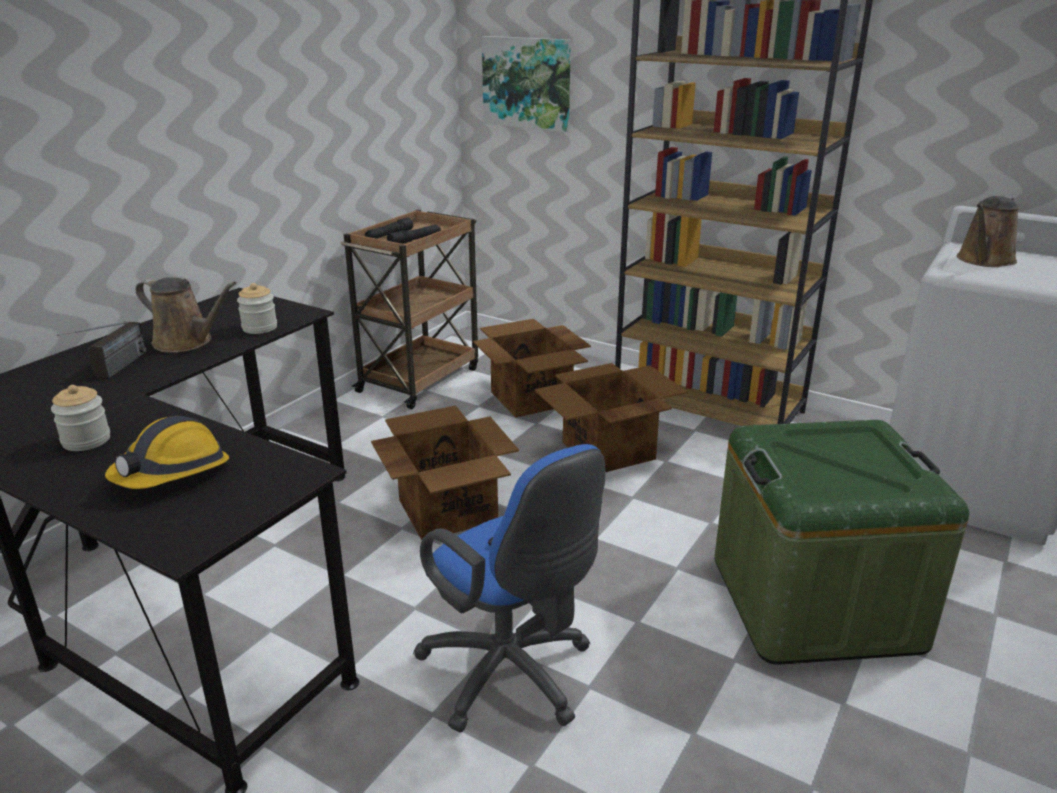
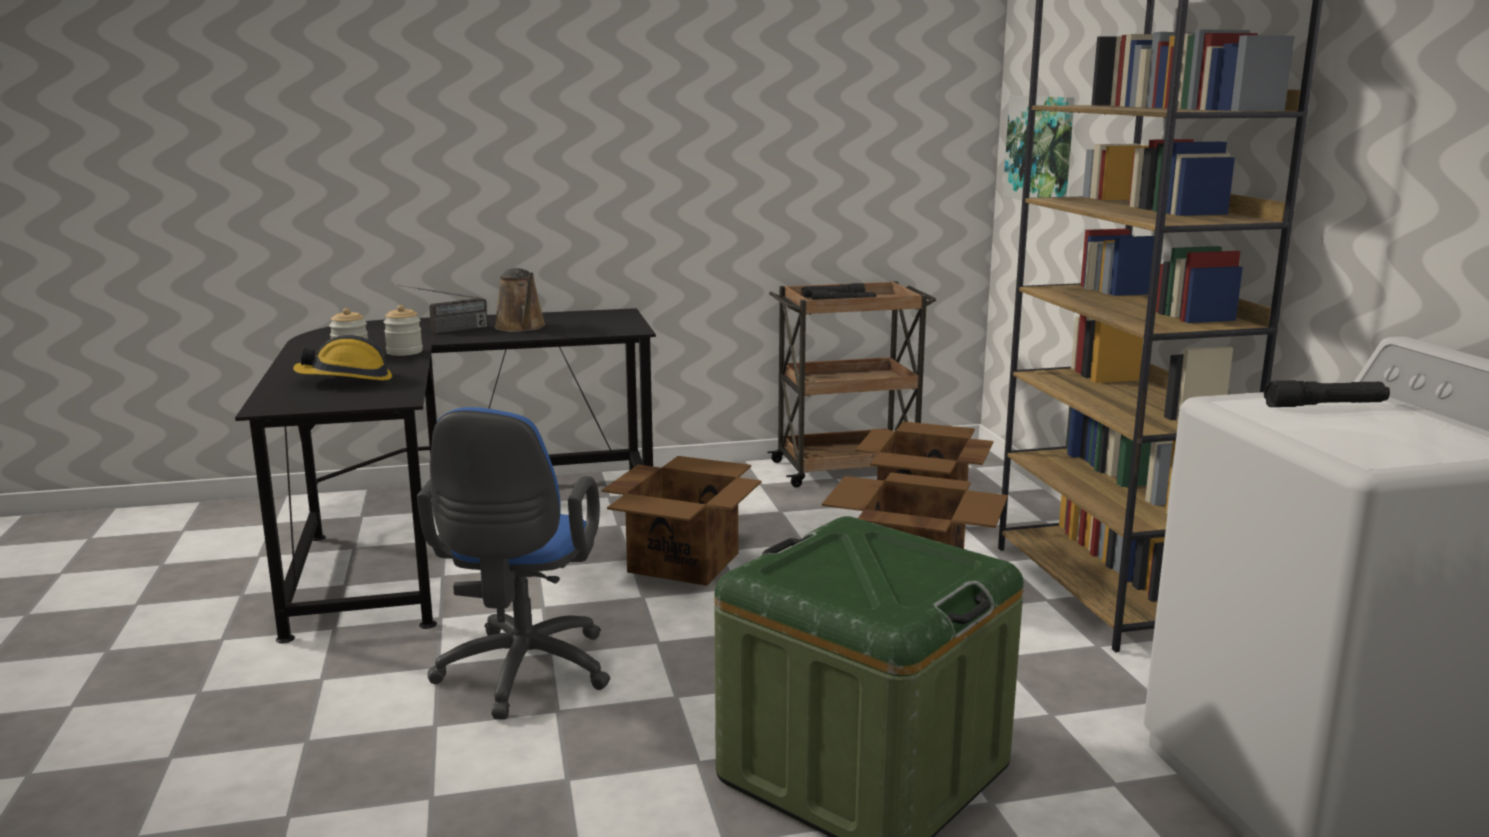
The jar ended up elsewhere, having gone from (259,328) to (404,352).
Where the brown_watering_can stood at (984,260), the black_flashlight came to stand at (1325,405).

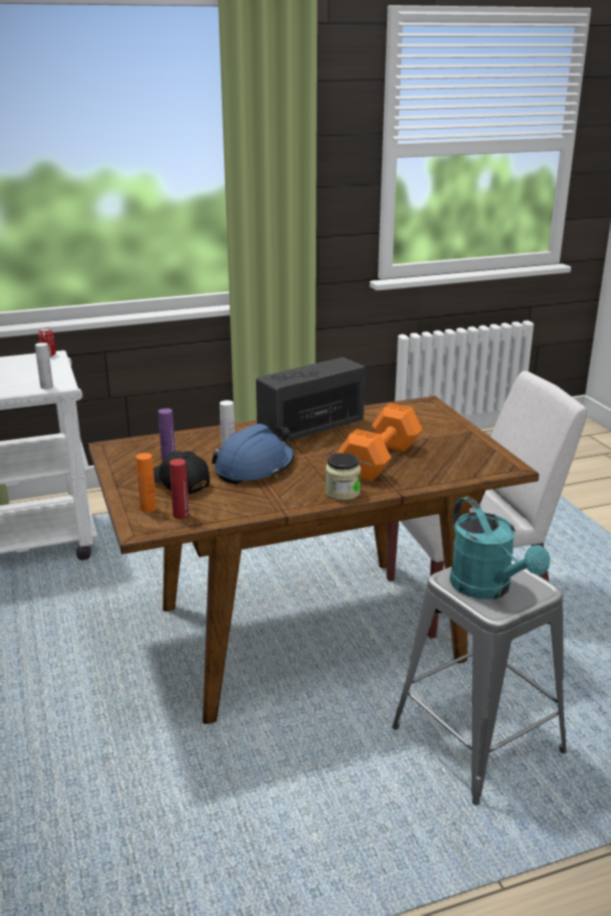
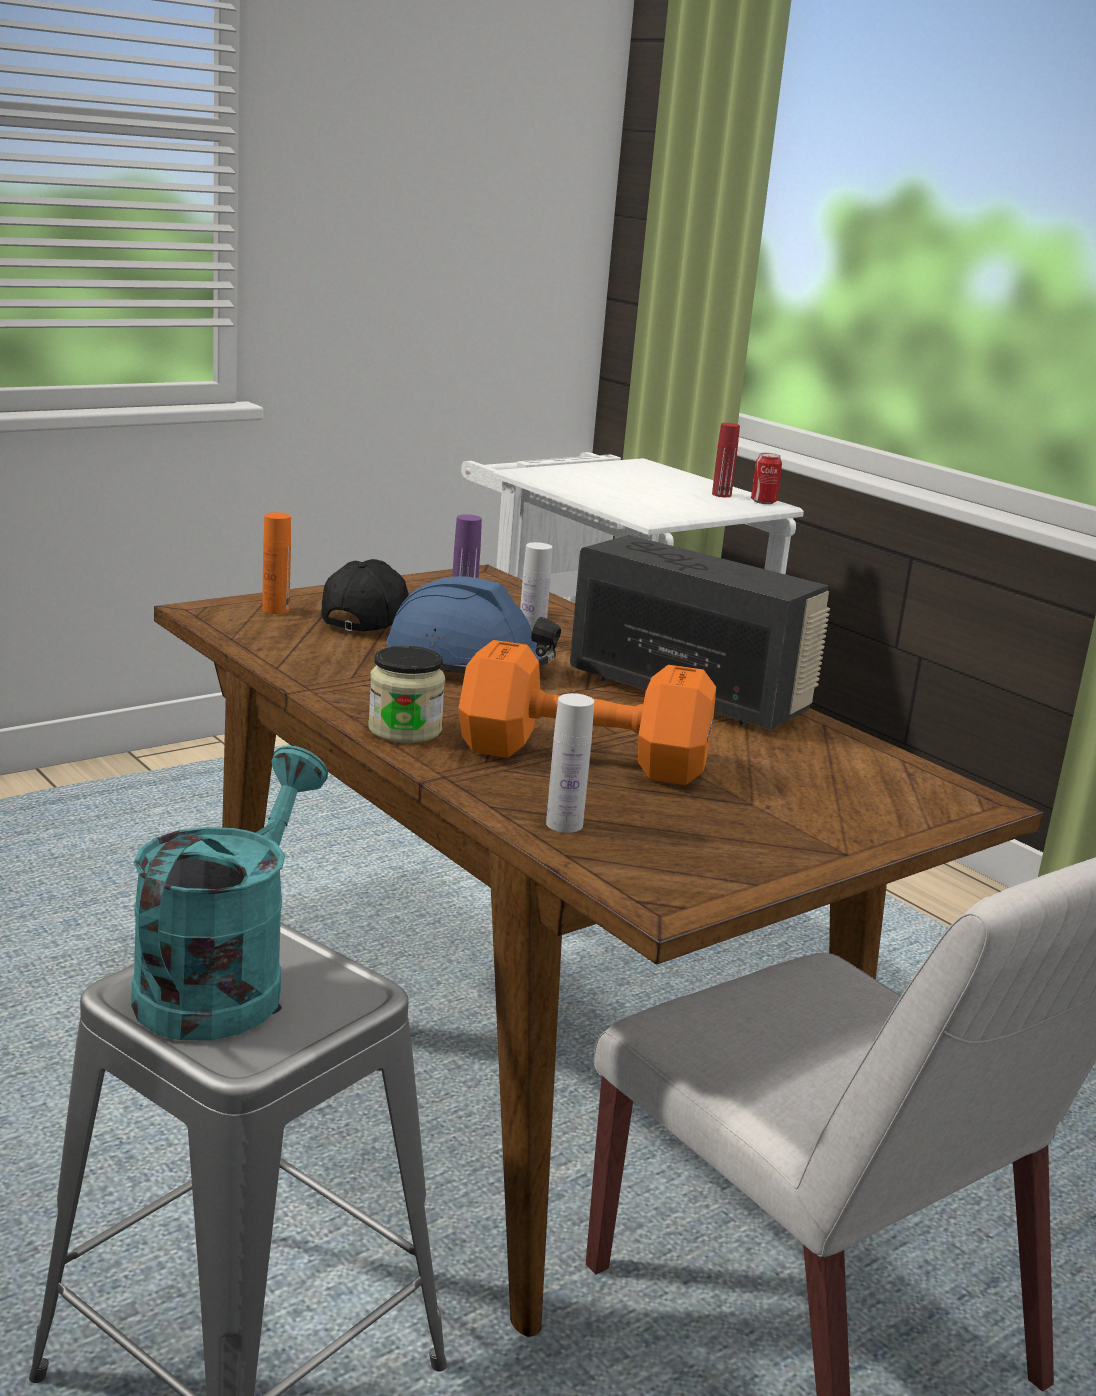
The white_bottle ended up elsewhere, having gone from (46,387) to (564,824).
The red_bottle ended up elsewhere, having gone from (181,514) to (721,495).
The turquoise_watering_can at (488,589) ended up facing another way, 150 degrees clockwise from before.

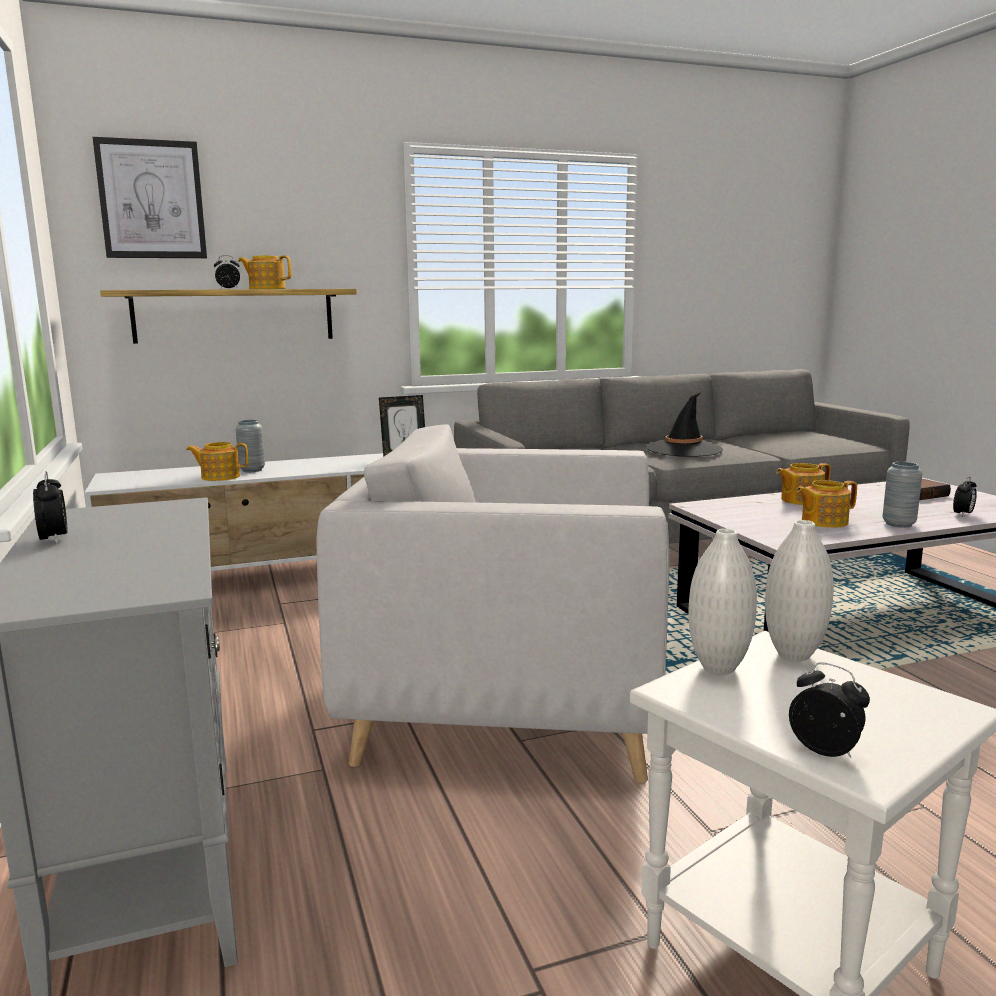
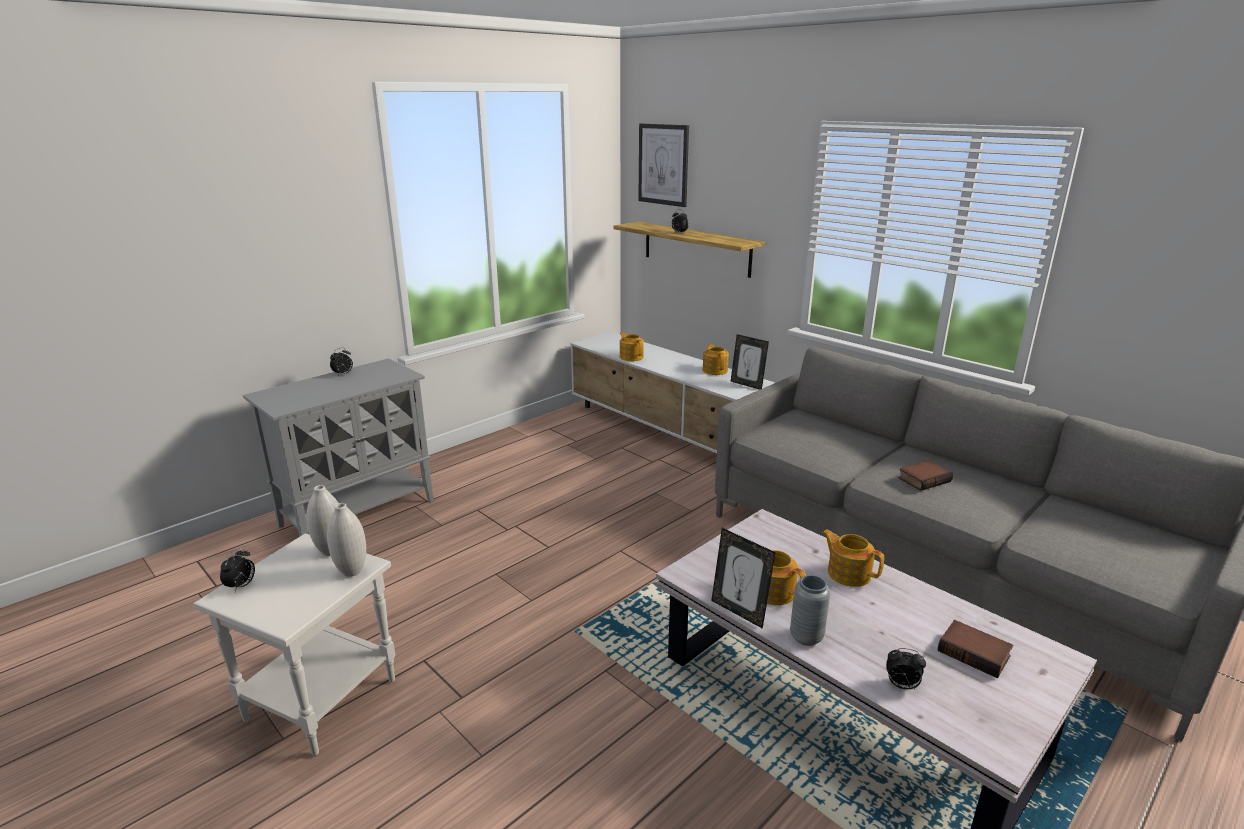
The second view lost the grey_vase at (252,470).
The second view lost the grey_armchair at (509,699).
The second view gained the picture_frame at (739,611).
The teapot ended up elsewhere, having gone from (266,289) to (715,370).
Where the black_hat stood at (683,449), the book came to stand at (923,479).

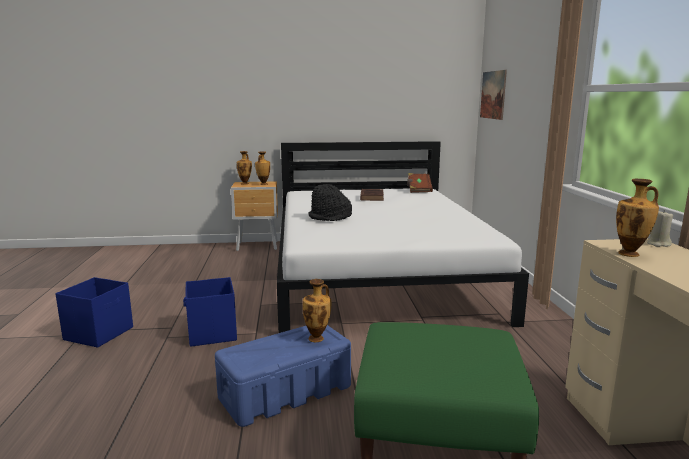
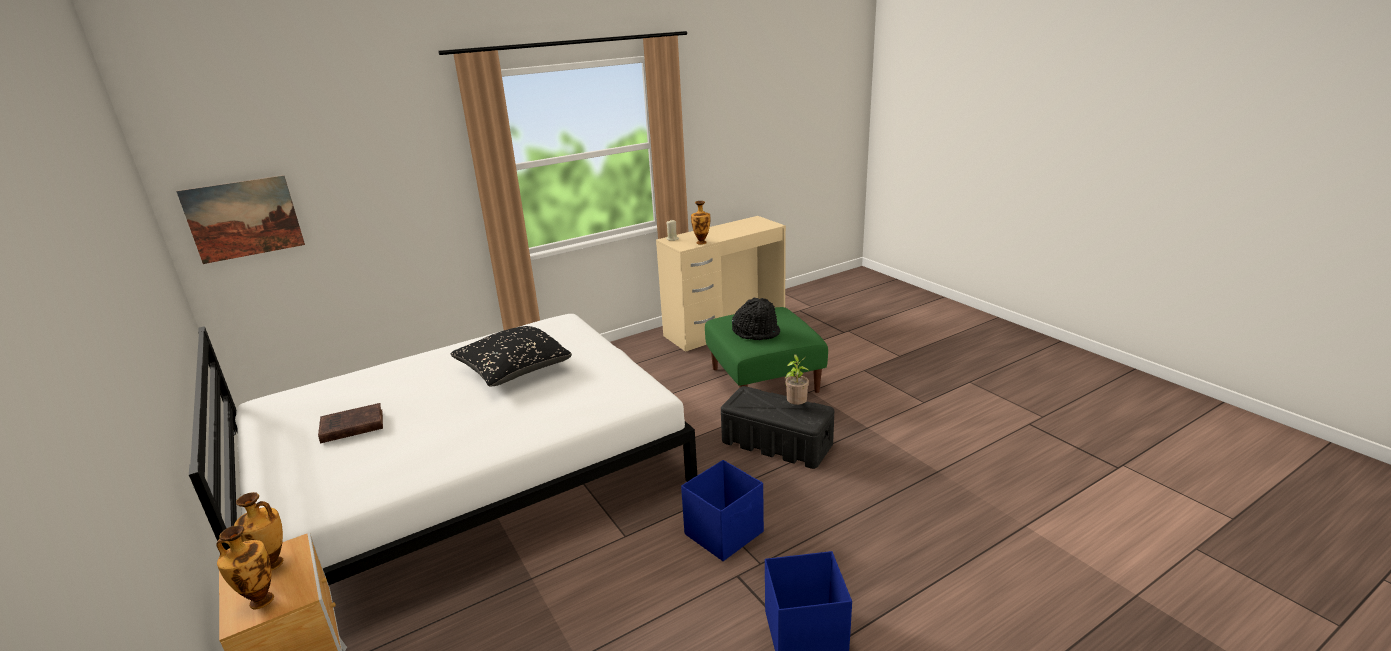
The second view lost the vase at (317,338).
The second view lost the brown_book at (418,190).
The second view gained the black_pillow at (513,370).
The second view gained the potted_plant at (796,406).
The black_hat ended up elsewhere, having gone from (330,217) to (756,332).
What was the blue_storage_box at (286,392) turned into the black_storage_box at (776,443).

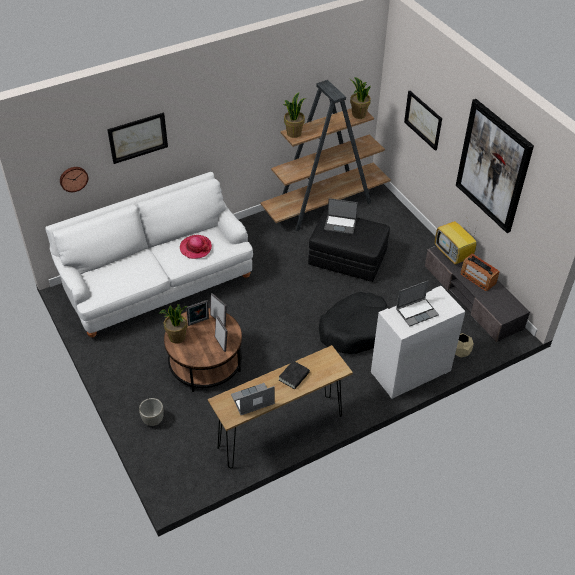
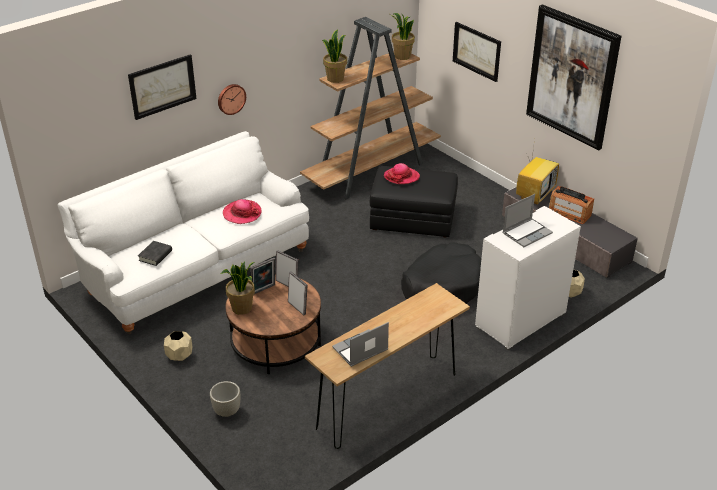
The second view gained the beige_planter at (179,355).
The wall_clock ended up elsewhere, having gone from (73,178) to (231,98).
The black_book ended up elsewhere, having gone from (294,376) to (155,256).
Where the laptop stood at (340,224), the hat came to stand at (401,177).
The television at (453,255) ended up facing another way, 105 degrees counterclockwise from before.

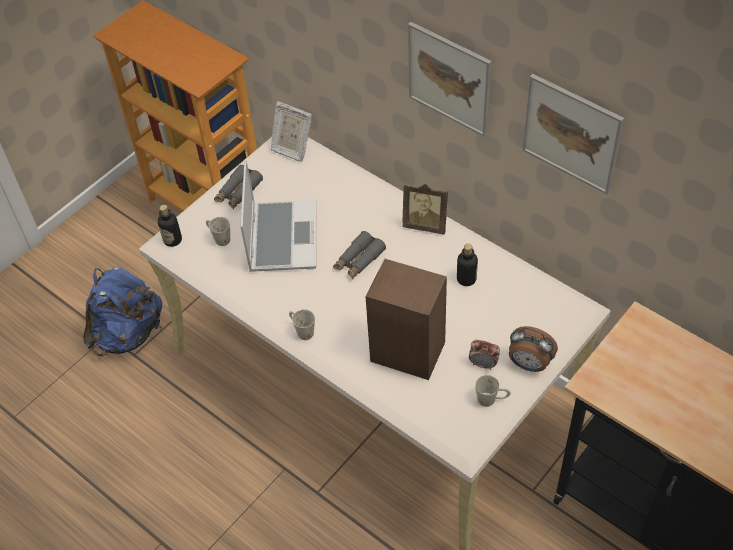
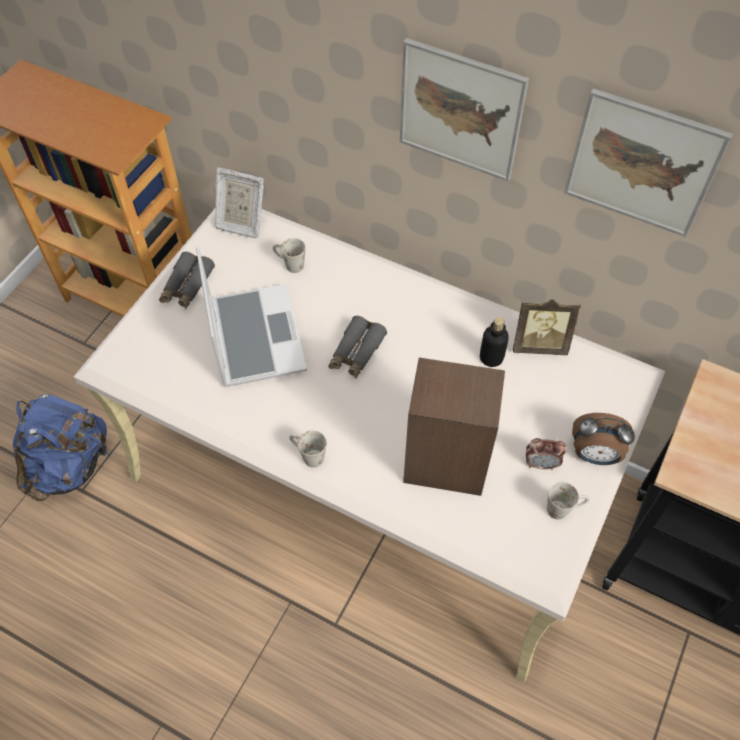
The second view lost the bottle at (172,240).
The white_mug ended up elsewhere, having gone from (219,238) to (289,264).
The picture_frame ended up elsewhere, having gone from (426,224) to (539,344).

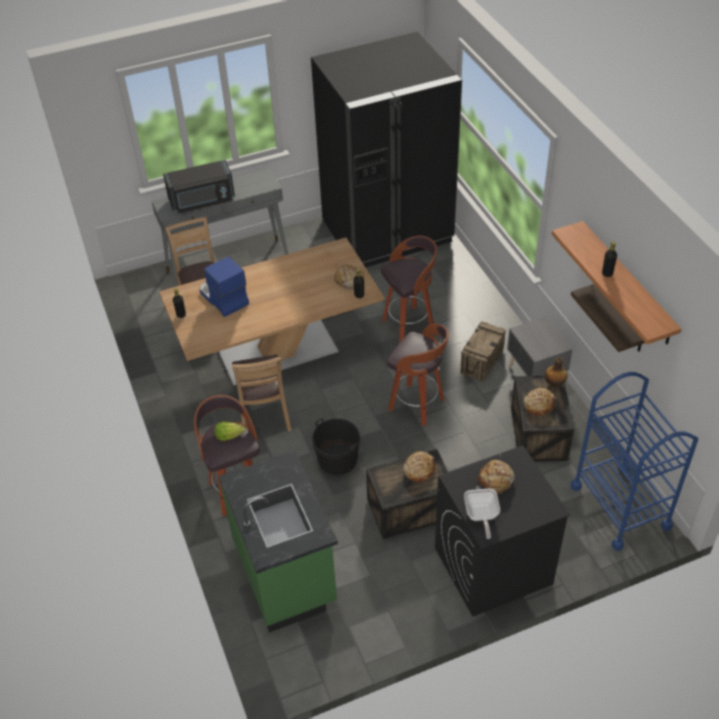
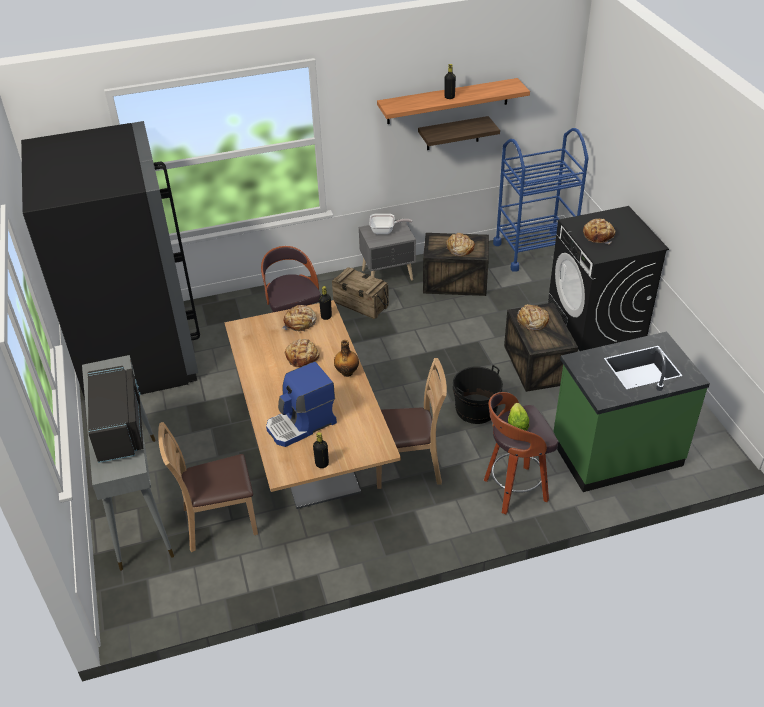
The second view lost the stool at (418,405).
The second view gained the bread at (303,358).
The frying_pan ended up elsewhere, having gone from (481,516) to (385,231).
The bottle ended up elsewhere, having gone from (554,384) to (347,372).

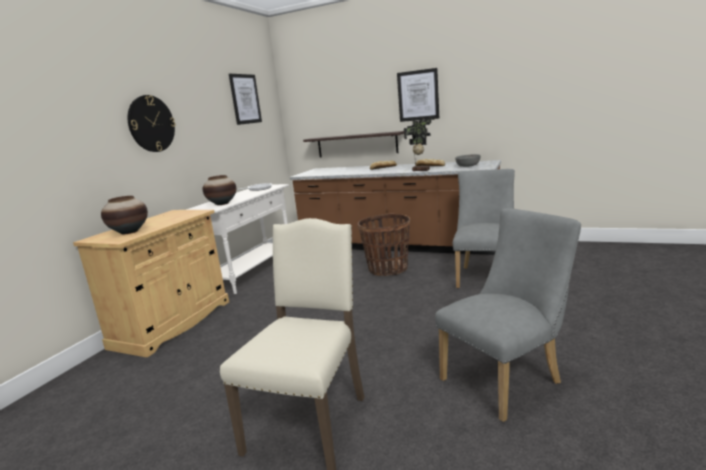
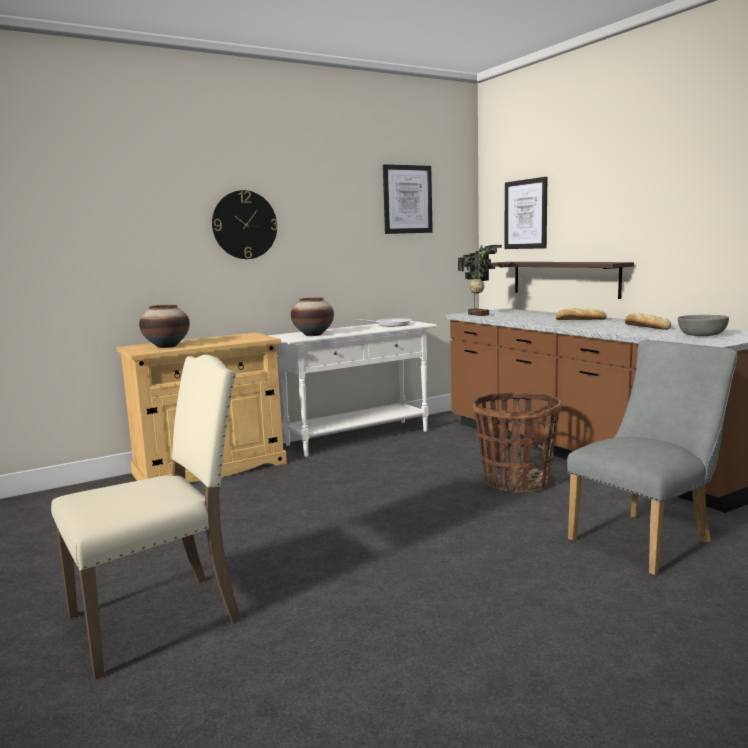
The second view lost the grey_chair at (506,379).
The picture ended up elsewhere, having gone from (418,95) to (526,214).
The potted_plant ended up elsewhere, having gone from (421,170) to (479,314).

